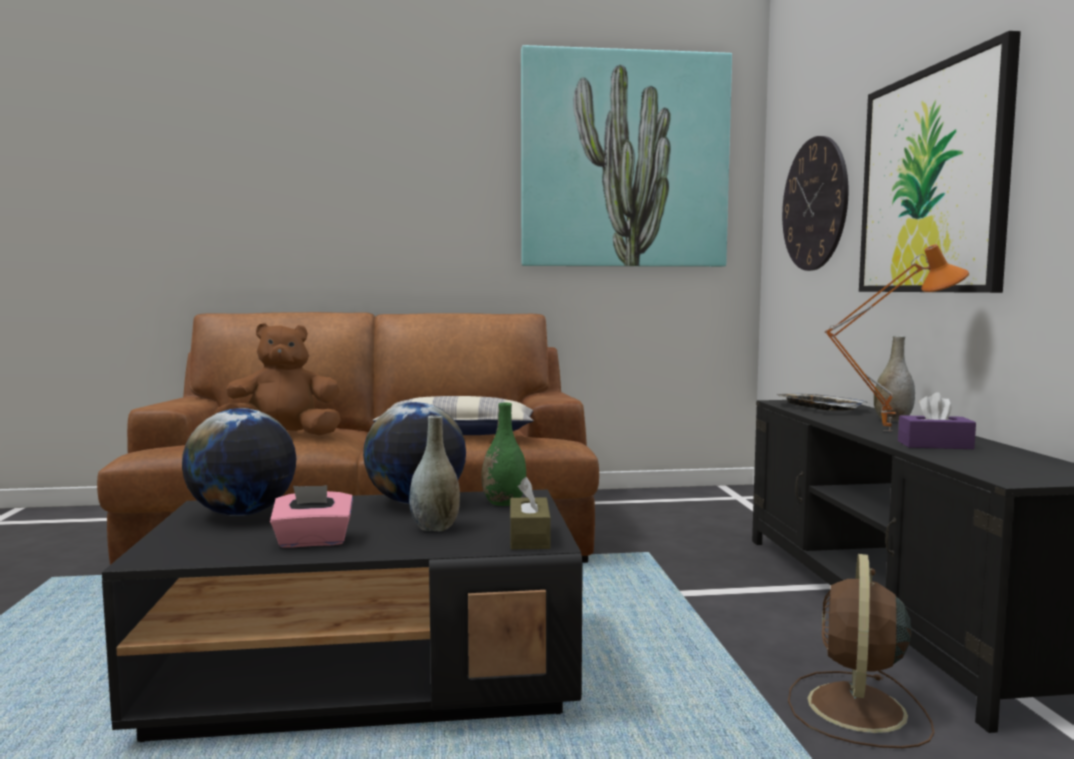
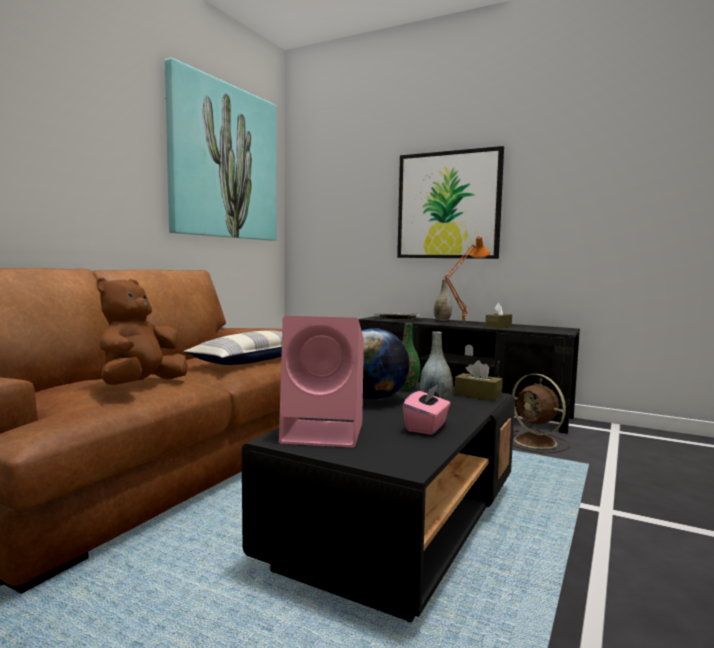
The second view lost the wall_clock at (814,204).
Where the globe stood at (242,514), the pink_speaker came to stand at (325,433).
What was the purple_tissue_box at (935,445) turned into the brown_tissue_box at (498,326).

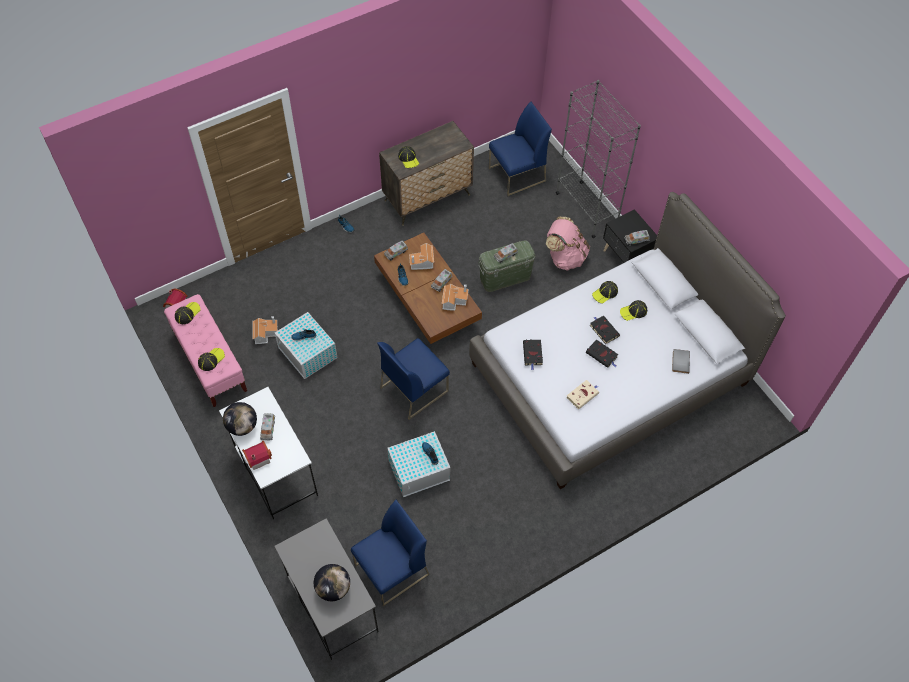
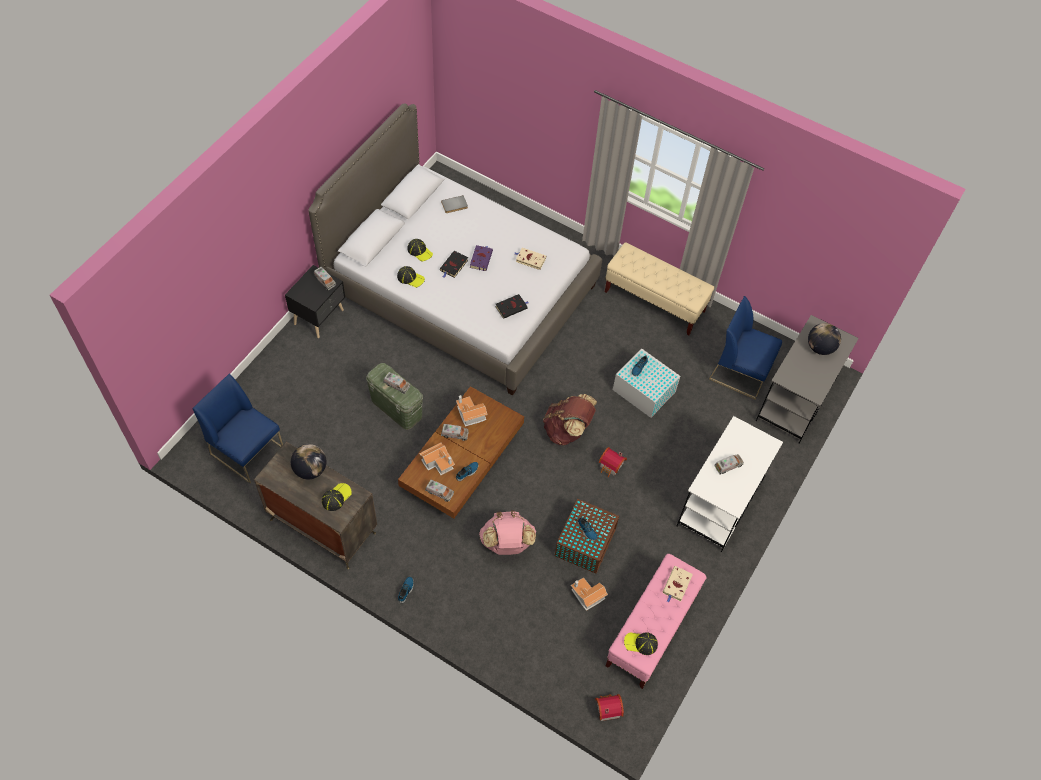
The second view lost the grey_bookcase at (586,209).
The second view gained the beige_bench at (654,302).
The globe ended up elsewhere, having gone from (242,426) to (310,469).
The toy_house ended up elsewhere, having gone from (257,458) to (611,466).
The pink_backpack ended up elsewhere, having gone from (565,257) to (507,543).
Where the cap stood at (211,359), the beige_book came to stand at (677,585).
Where the blue_chair stood at (414,389), the brown_backpack came to stand at (567,430).
What was the white_storage_box at (308,353) turned into the brown_storage_box at (585,542).
What was the black_book at (602,355) turned into the purple_book at (481,258).

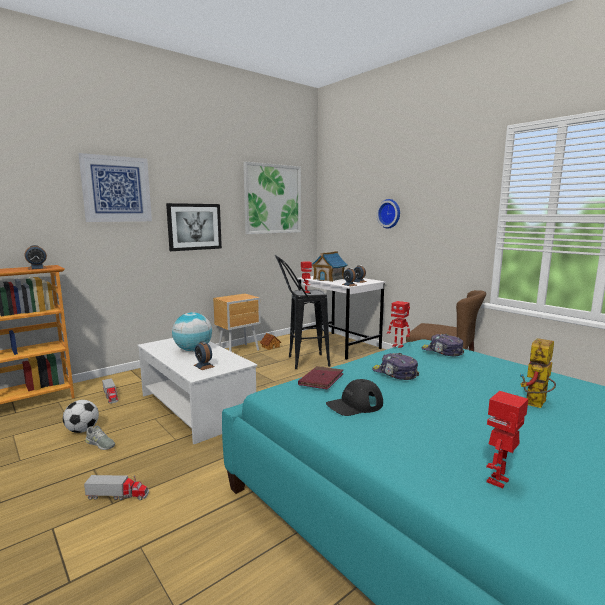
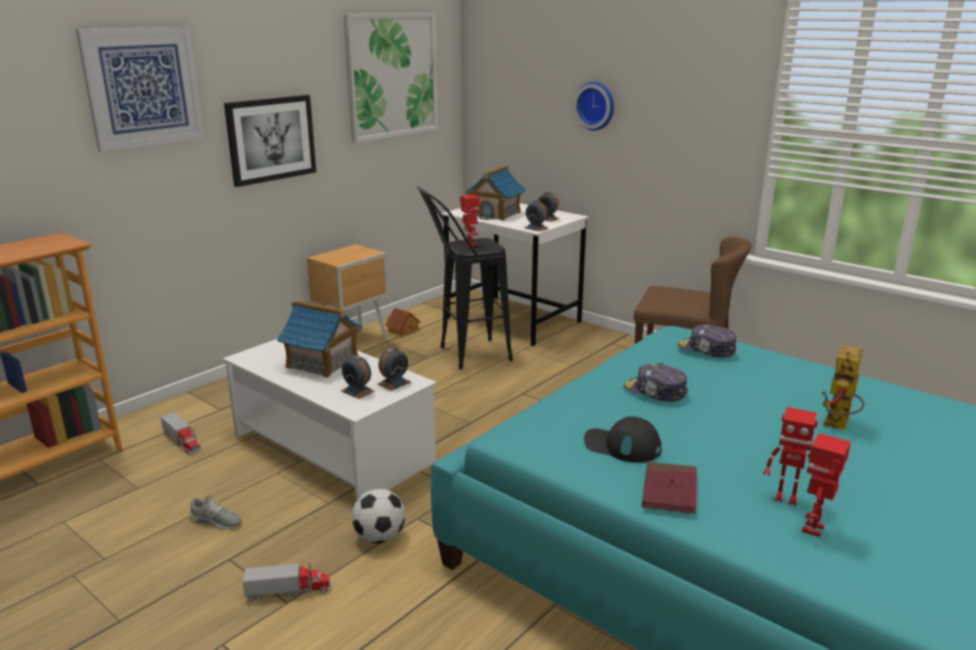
The alarm_clock ended up elsewhere, having gone from (37,268) to (394,383).
The football ended up elsewhere, having gone from (82,430) to (379,537).
The red_book ended up elsewhere, having gone from (321,380) to (669,491).
The toy_robot ended up elsewhere, having gone from (398,346) to (786,498).
Where the globe stood at (193,350), the toy_house came to stand at (322,362).
The black_cap at (354,405) ended up facing another way, 60 degrees clockwise from before.

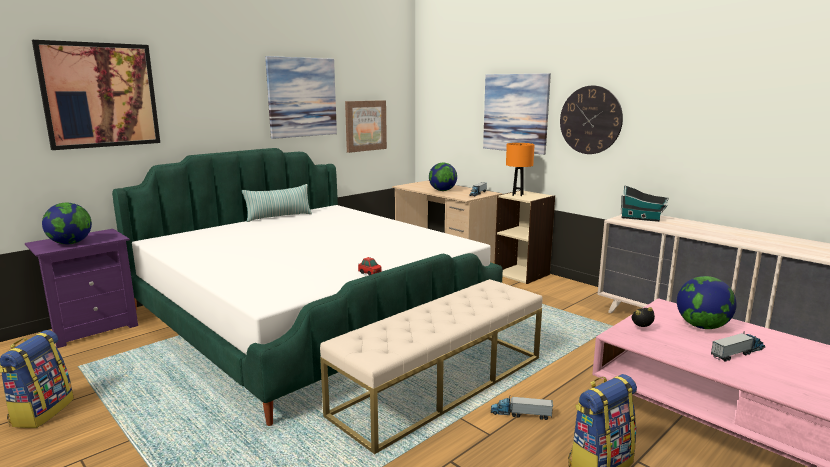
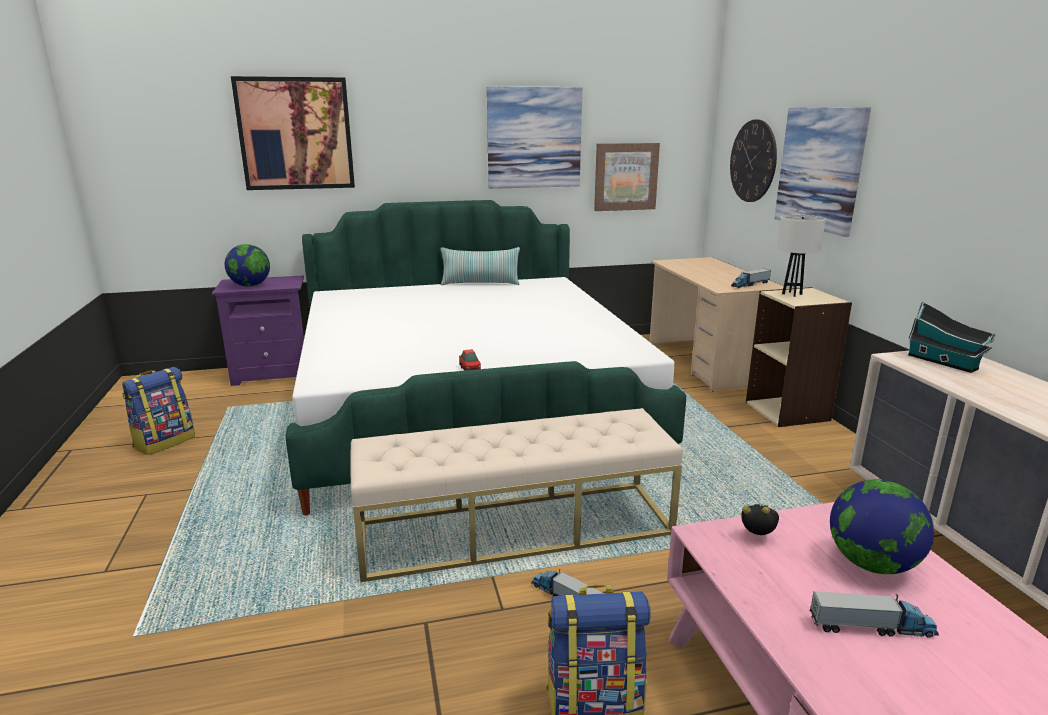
The second view lost the globe at (442,190).
The wall_clock ended up elsewhere, having gone from (590,120) to (753,161).
What was the orange_table_lamp at (517,195) turned into the white_table_lamp at (791,294).

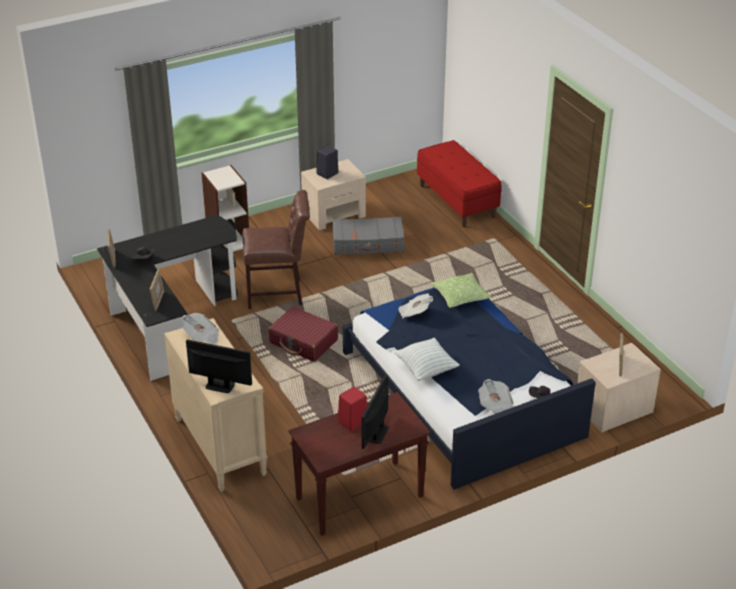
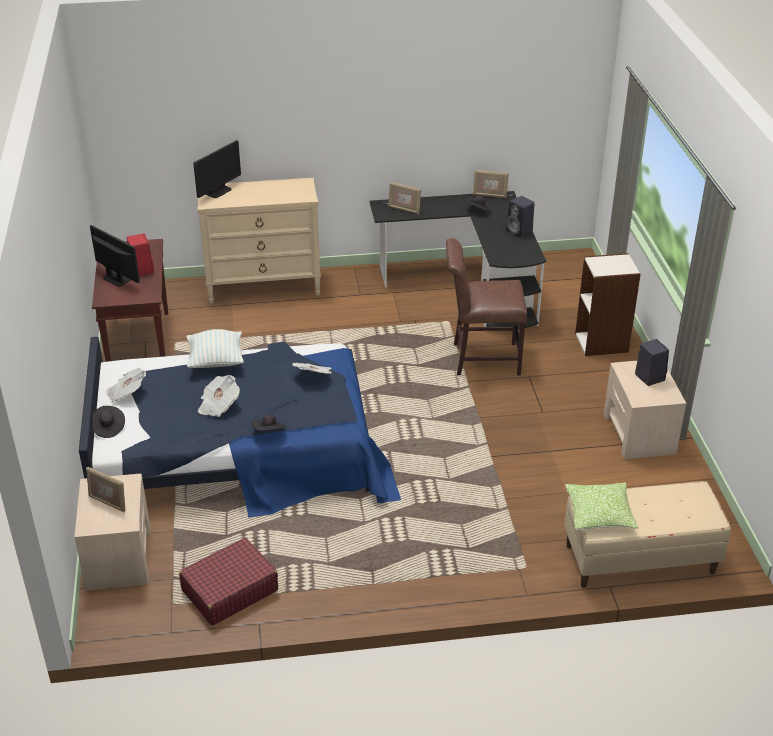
The second view lost the grey_suitcase at (368,243).
The second view gained the black_hat at (269,432).
The second view gained the black_speaker at (520,231).
The newspaper ended up elsewhere, having gone from (202,337) to (218,405).
The red_suitcase ended up elsewhere, having gone from (303,342) to (229,590).
The pillow ended up elsewhere, having gone from (460,297) to (599,514).
What was the red_bench at (457,201) turned into the beige_bench at (639,559).
The brown_chair at (278,293) ended up facing another way, 75 degrees clockwise from before.

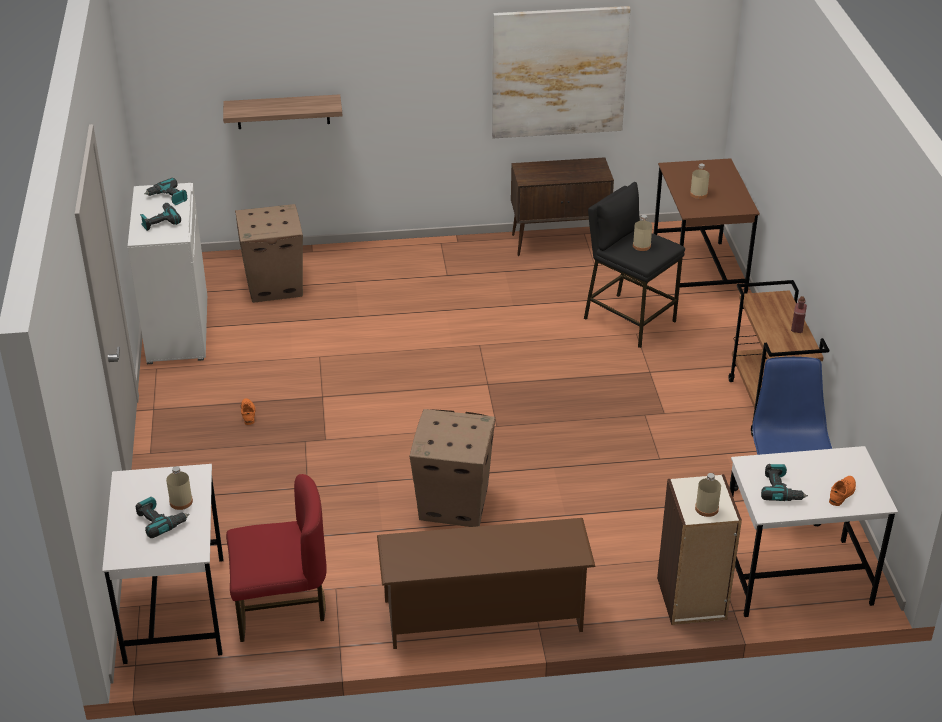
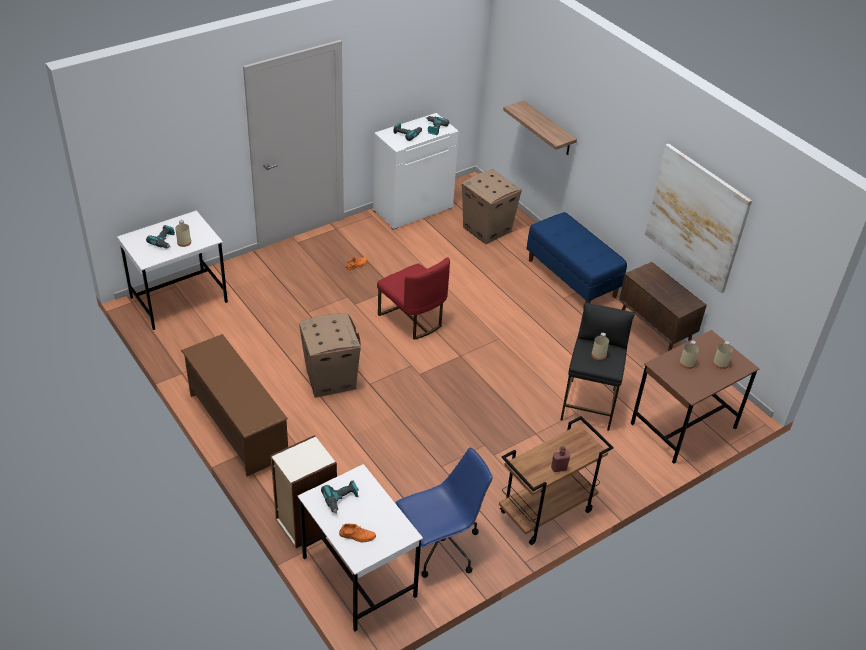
The second view gained the blue_bench at (572,278).
The red_chair ended up elsewhere, having gone from (280,606) to (412,319).
The beige_bottle ended up elsewhere, having gone from (706,508) to (720,363).

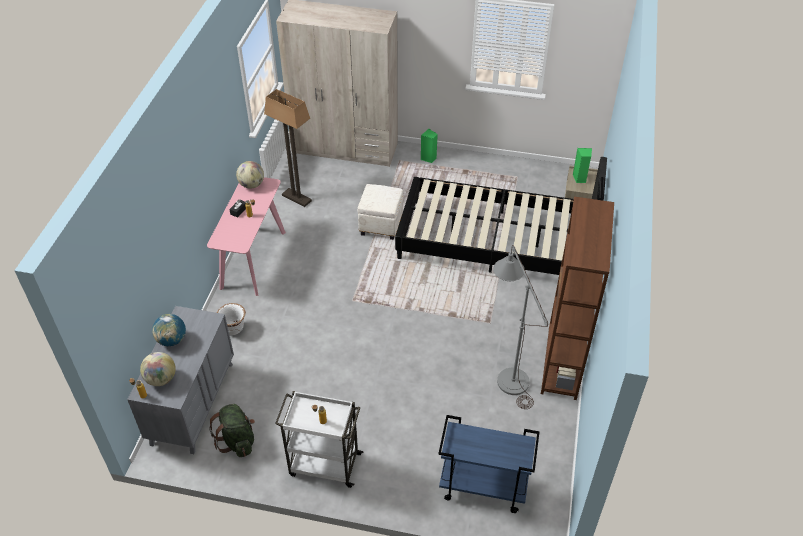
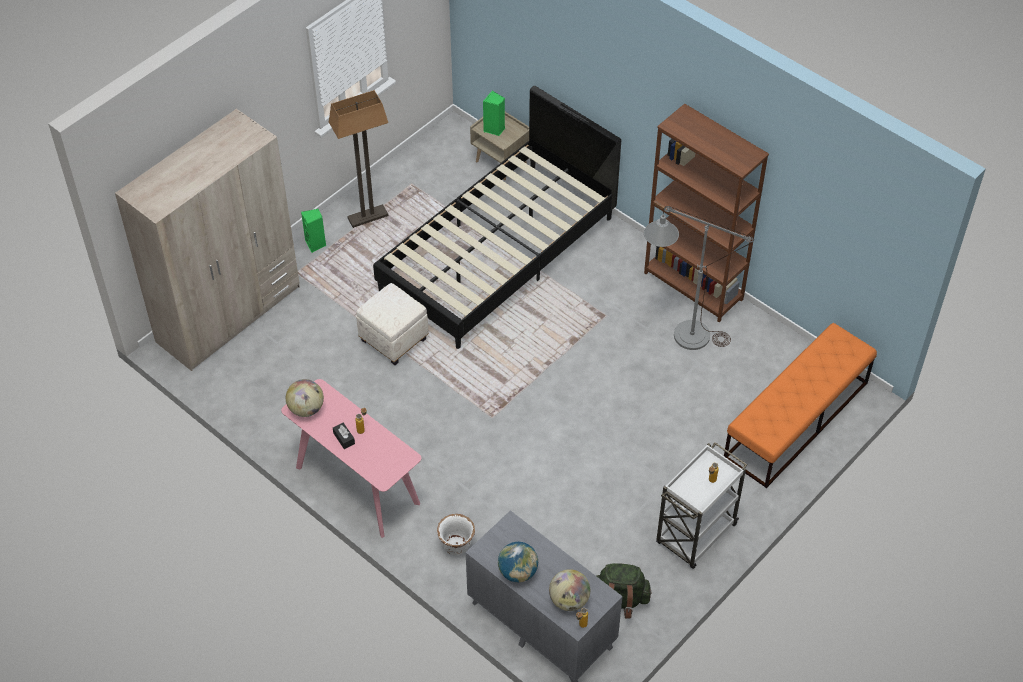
The floor_lamp ended up elsewhere, having gone from (296,198) to (367,217).
Where the blue_cart stood at (482,487), the orange_bench came to stand at (796,420).

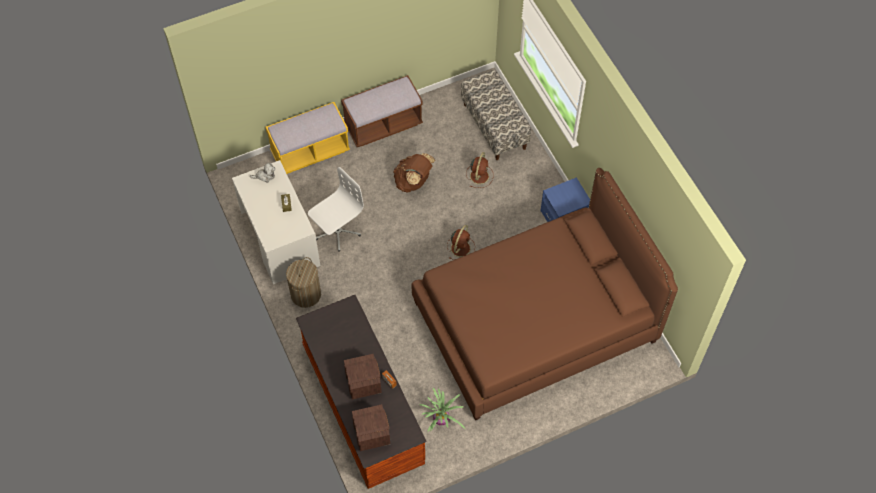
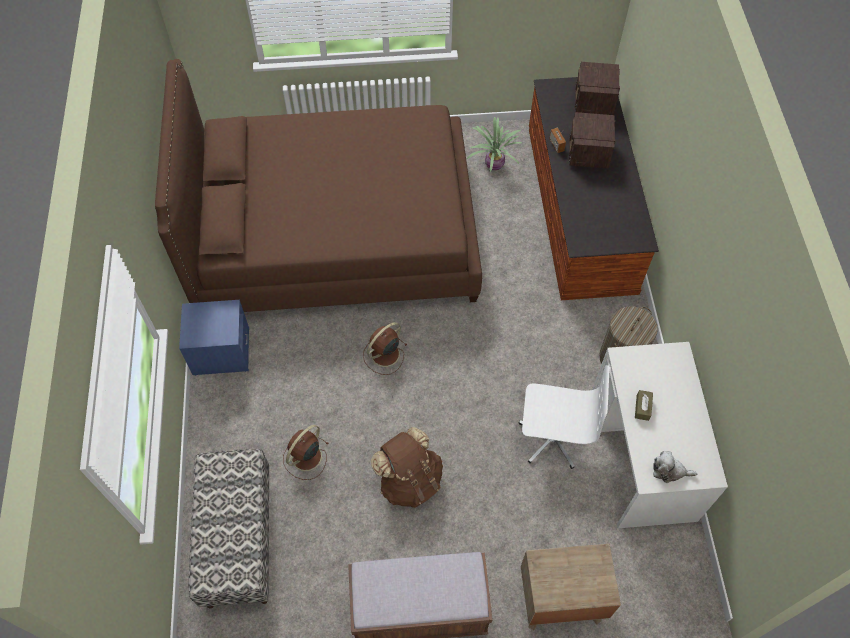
Where the yellow_bench stood at (310,152), the brown_nightstand came to stand at (560,598).
The white_office_chair at (337,231) ended up facing another way, 150 degrees counterclockwise from before.

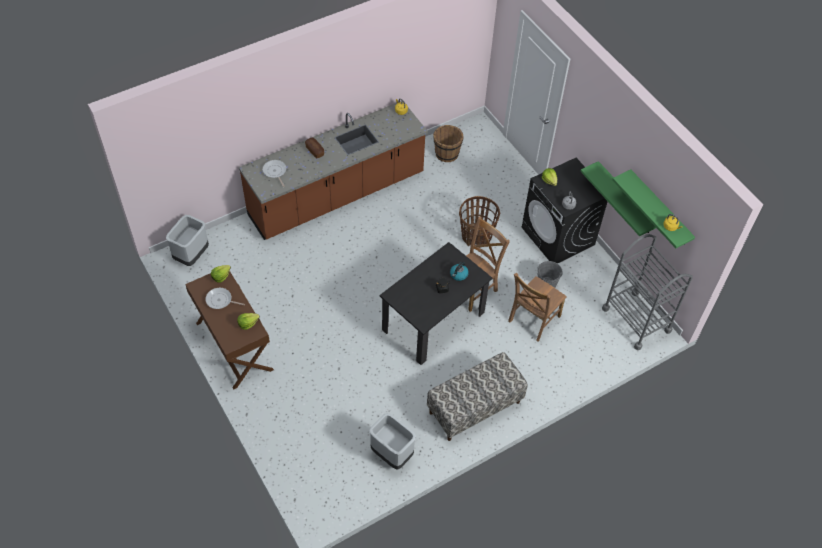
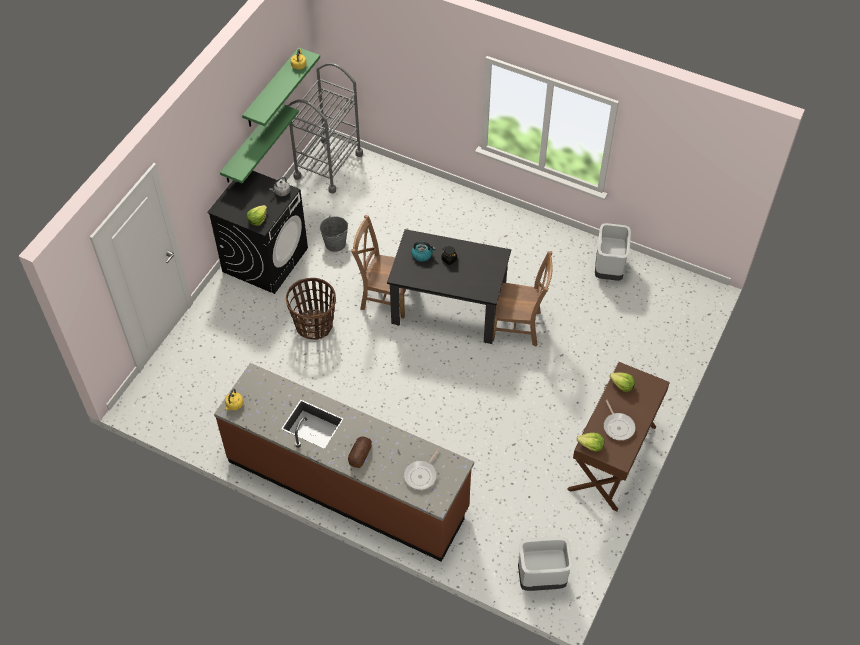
The second view lost the bench at (474,407).
The second view lost the brown_bucket at (446,153).
The brown_chair ended up elsewhere, having gone from (533,320) to (518,327).

